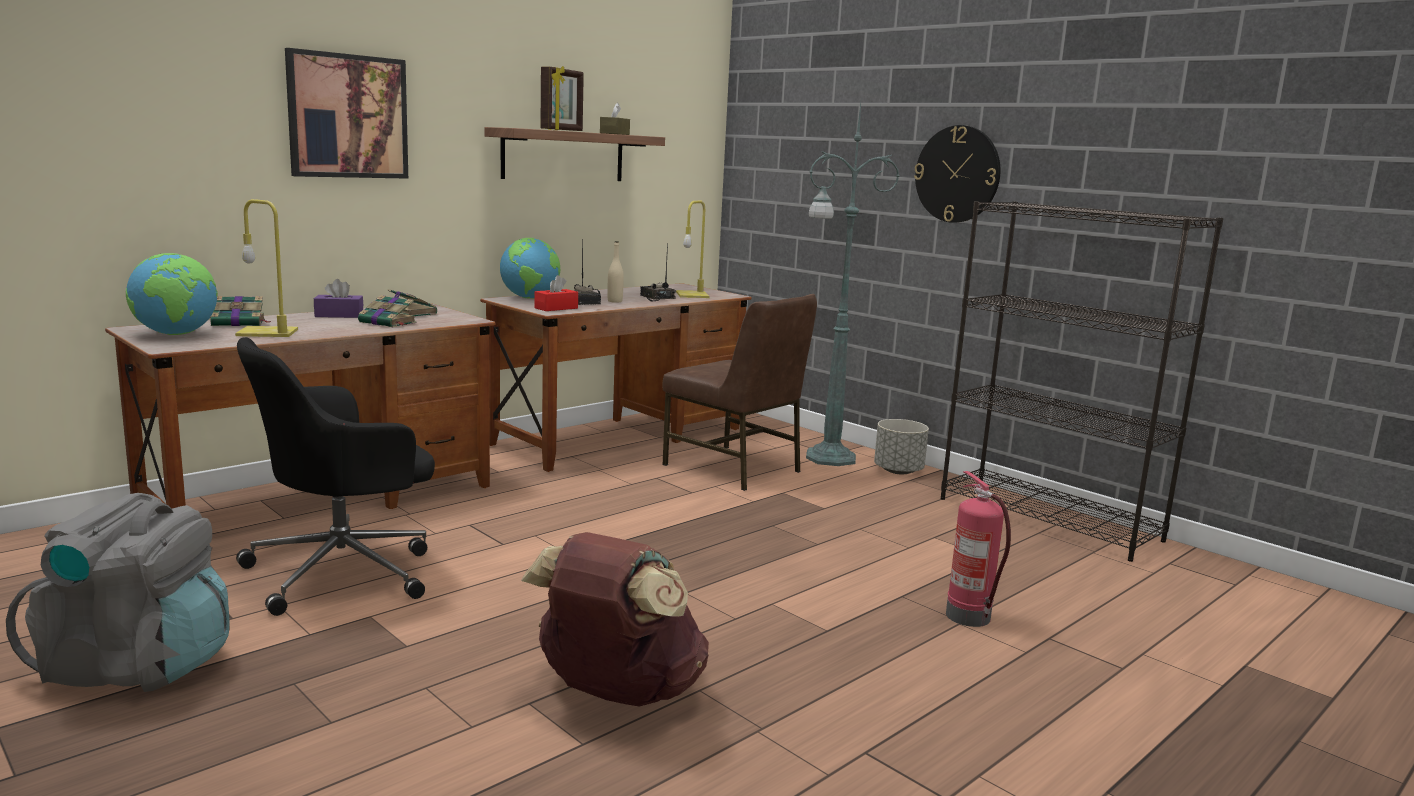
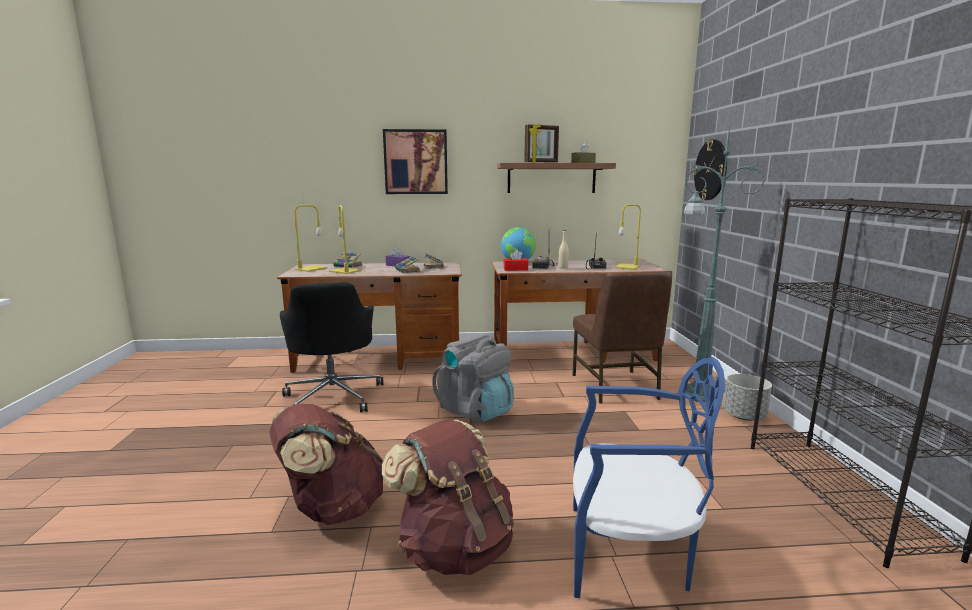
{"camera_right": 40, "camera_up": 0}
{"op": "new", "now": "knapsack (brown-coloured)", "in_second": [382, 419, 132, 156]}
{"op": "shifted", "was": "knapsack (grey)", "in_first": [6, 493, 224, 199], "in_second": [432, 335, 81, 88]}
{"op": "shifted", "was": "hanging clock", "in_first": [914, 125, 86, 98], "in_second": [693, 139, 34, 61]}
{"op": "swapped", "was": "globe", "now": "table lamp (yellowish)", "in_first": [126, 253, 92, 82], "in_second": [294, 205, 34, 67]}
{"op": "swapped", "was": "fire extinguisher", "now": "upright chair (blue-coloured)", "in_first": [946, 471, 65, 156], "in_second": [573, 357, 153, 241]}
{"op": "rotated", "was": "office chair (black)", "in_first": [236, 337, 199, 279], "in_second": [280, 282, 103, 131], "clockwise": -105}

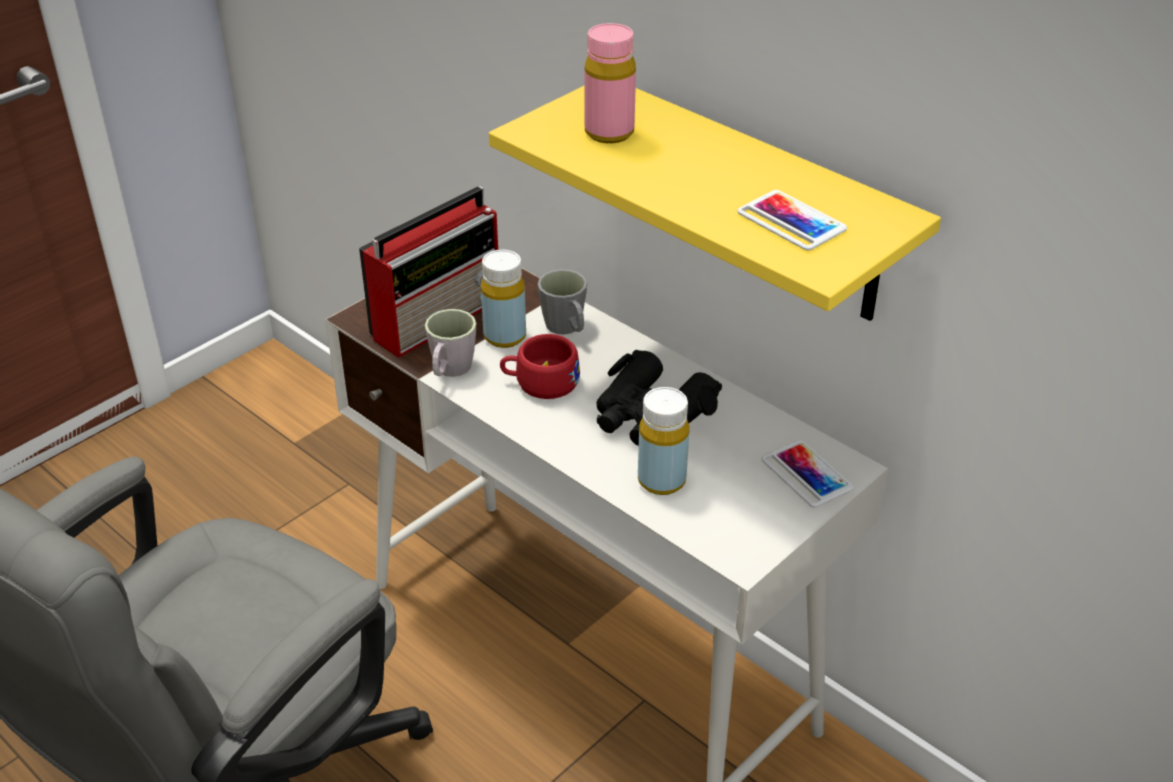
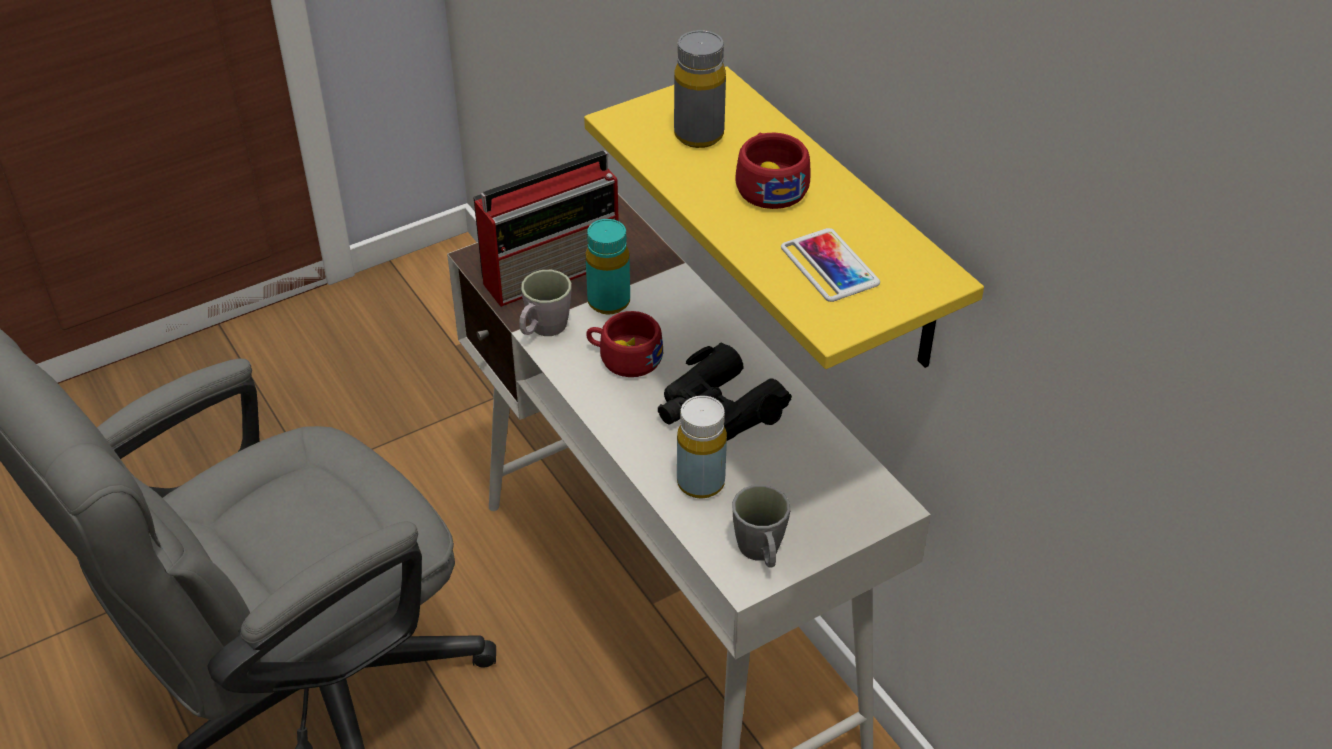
{"camera_right": 15, "camera_up": 5}
{"op": "gone", "was": "telephone", "in_first": [762, 440, 92, 67]}
{"op": "new", "now": "small cup (red-coloured)", "in_second": [735, 133, 76, 76]}
{"op": "shifted", "was": "tea mug (grey)", "in_first": [538, 269, 49, 66], "in_second": [732, 485, 58, 83]}
{"op": "repainted", "was": "drink bottle (yellowish)", "now": "drink bottle (blue-green)", "in_first": [481, 250, 45, 98], "in_second": [586, 219, 44, 96]}
{"op": "repainted", "was": "drink bottle (pink)", "now": "drink bottle (grey)", "in_first": [585, 23, 51, 120], "in_second": [674, 30, 52, 118]}

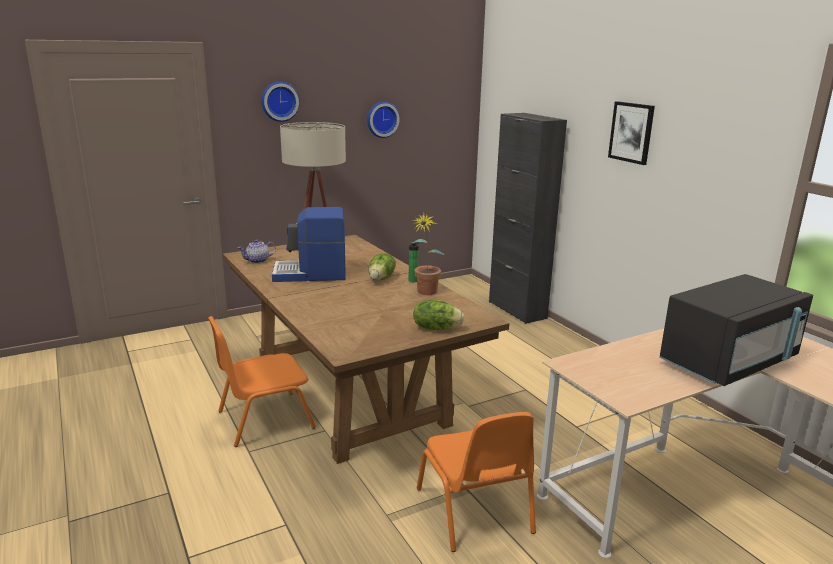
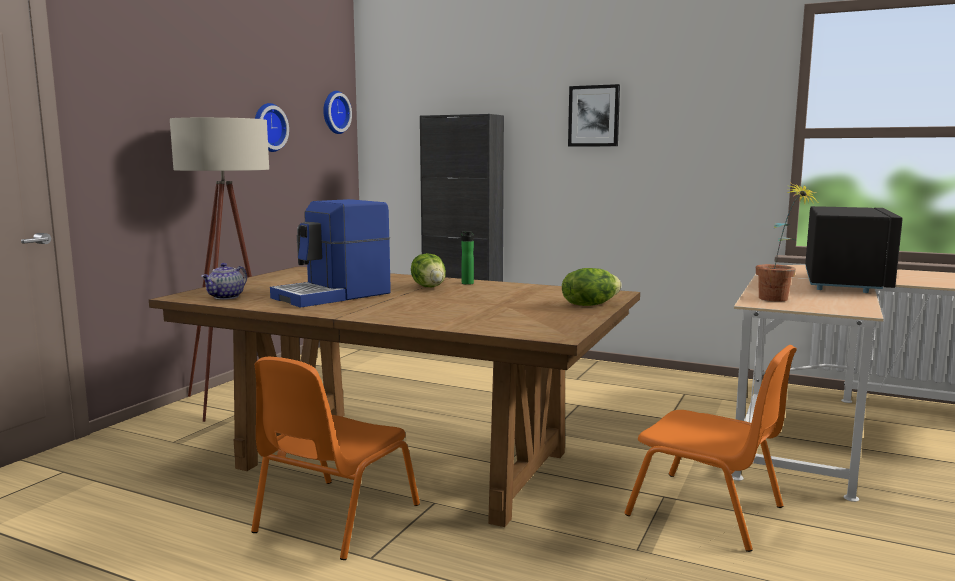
{"camera_right": -35, "camera_up": -10}
{"op": "shifted", "was": "hanging clock", "in_first": [261, 81, 39, 41], "in_second": [323, 91, 29, 43]}
{"op": "shifted", "was": "houseplant", "in_first": [411, 213, 33, 82], "in_second": [756, 182, 61, 119]}

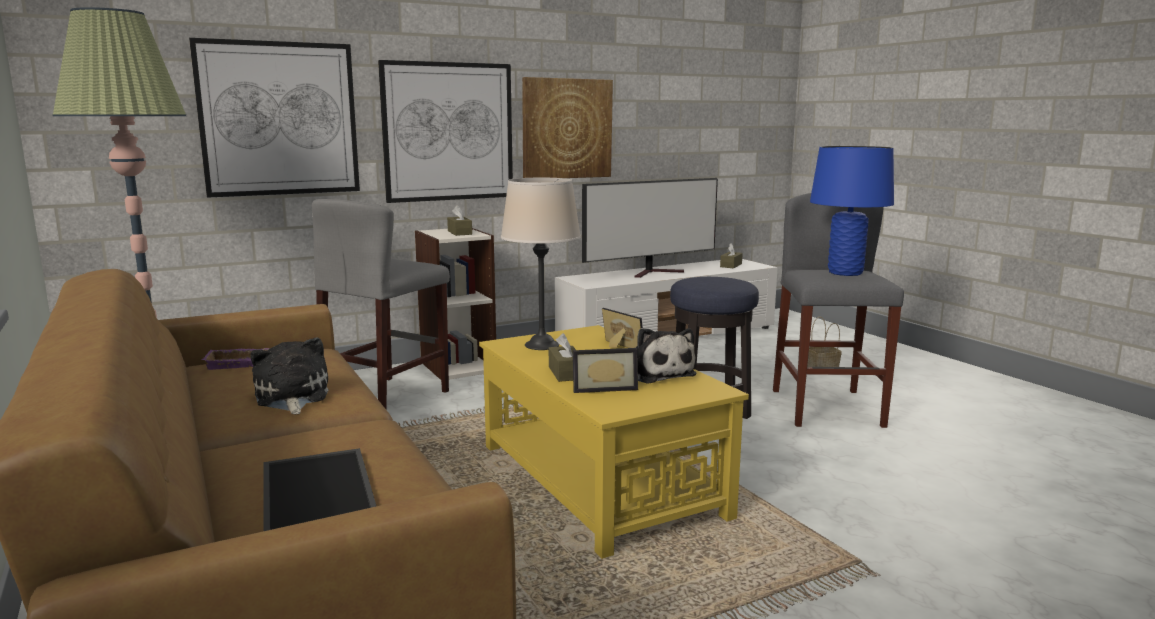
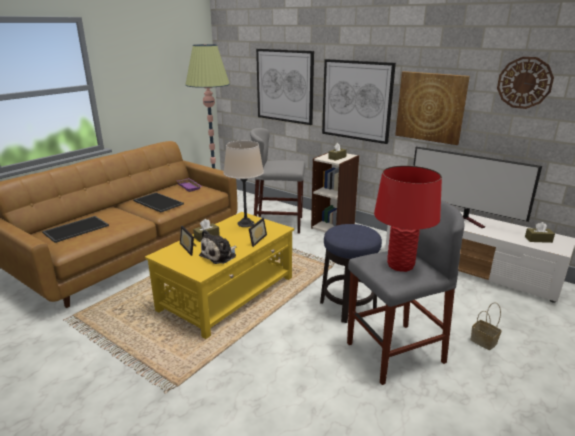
{"camera_right": 65, "camera_up": 10}
{"op": "new", "now": "hanging clock", "in_second": [497, 57, 57, 52]}
{"op": "swapped", "was": "plush toy", "now": "carrying tray", "in_first": [250, 337, 79, 77], "in_second": [133, 193, 51, 20]}
{"op": "repainted", "was": "table lamp (blue-coloured)", "now": "table lamp (red-coloured)", "in_first": [810, 146, 84, 130], "in_second": [374, 165, 68, 107]}

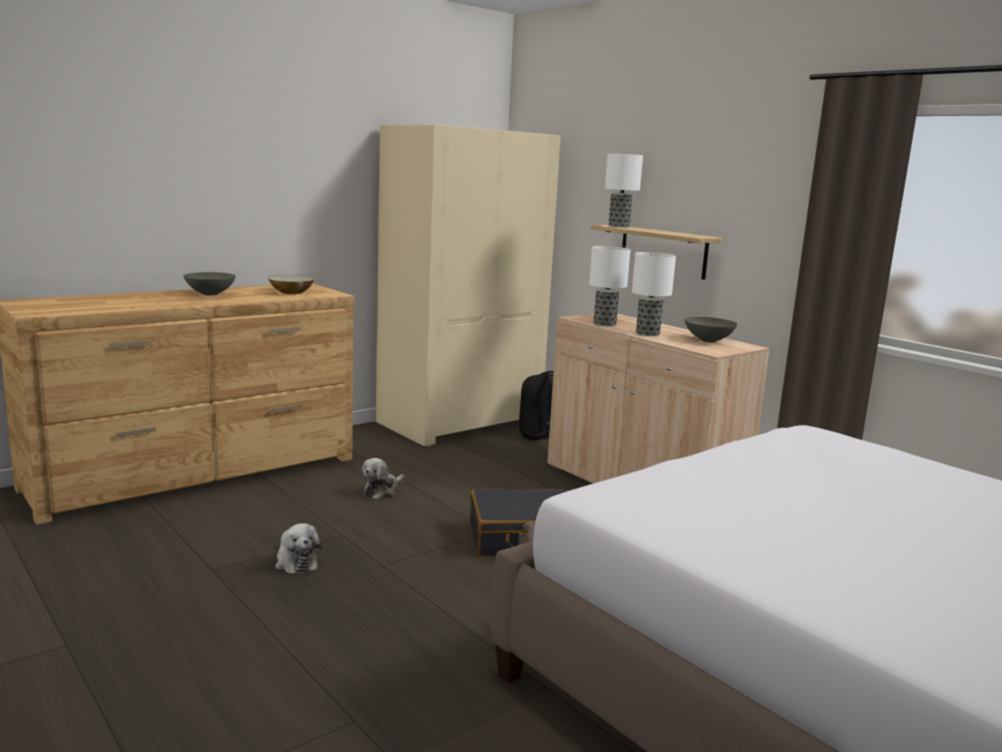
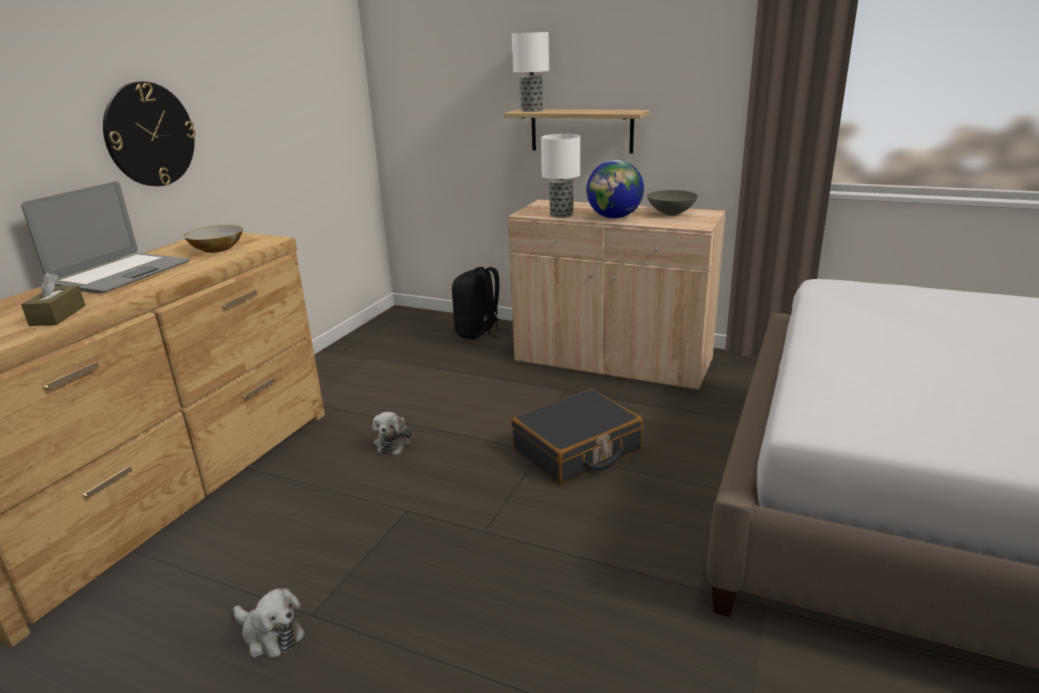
{"camera_right": -25, "camera_up": 10}
{"op": "gone", "was": "armoire (sand-coloured)", "in_first": [376, 125, 185, 322]}
{"op": "new", "now": "tissue holder (brown-coloured)", "in_second": [21, 273, 65, 53]}
{"op": "new", "now": "hanging clock", "in_second": [103, 82, 93, 104]}
{"op": "shifted", "was": "plush toy", "in_first": [276, 523, 46, 51], "in_second": [233, 588, 72, 69]}
{"op": "swapped", "was": "deep dish (grey)", "now": "laptop", "in_first": [183, 272, 53, 23], "in_second": [21, 182, 169, 111]}
{"op": "swapped", "was": "table lamp", "now": "globe", "in_first": [632, 252, 44, 84], "in_second": [586, 160, 58, 59]}

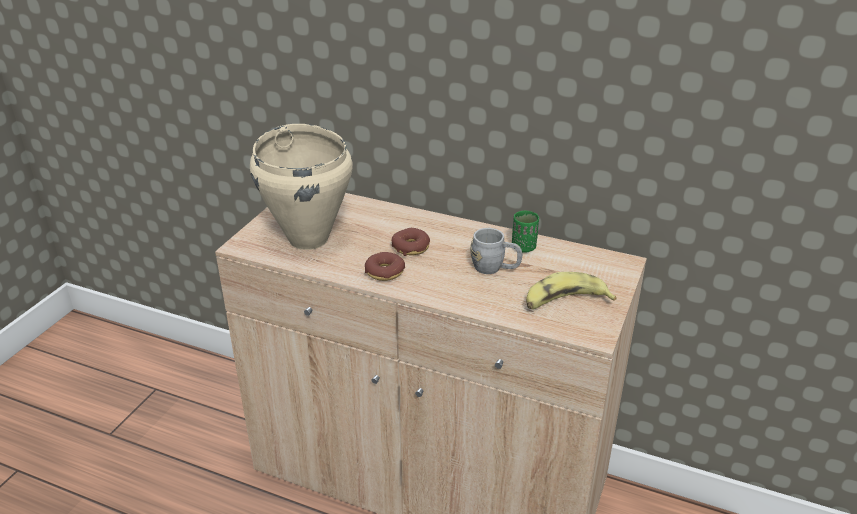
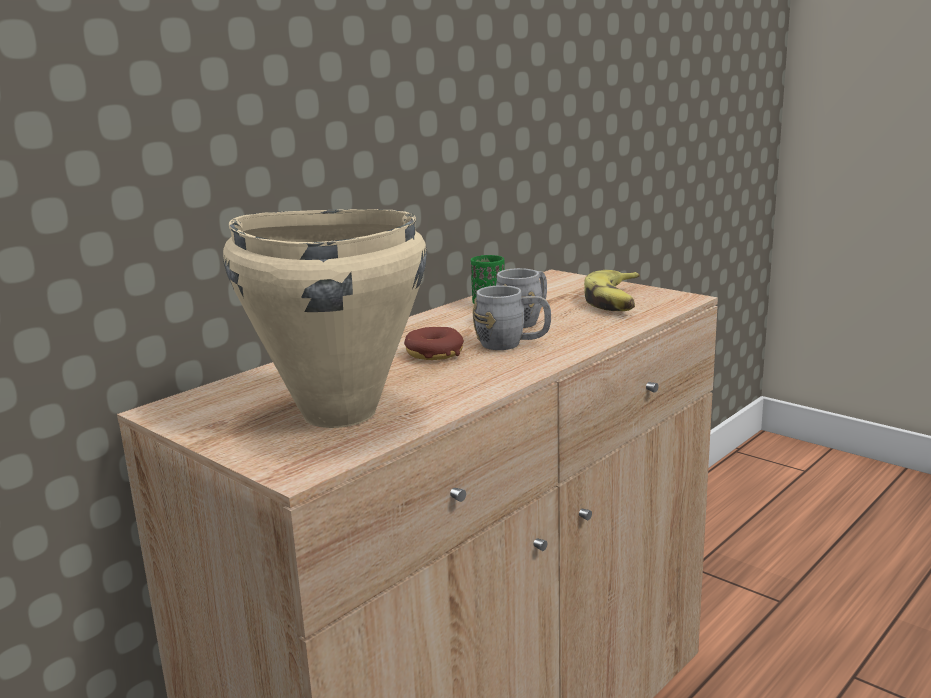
{"camera_right": -70, "camera_up": -15}
{"op": "gone", "was": "doughnut", "in_first": [365, 252, 40, 29]}
{"op": "new", "now": "tea mug (grey)", "in_second": [473, 285, 78, 65]}

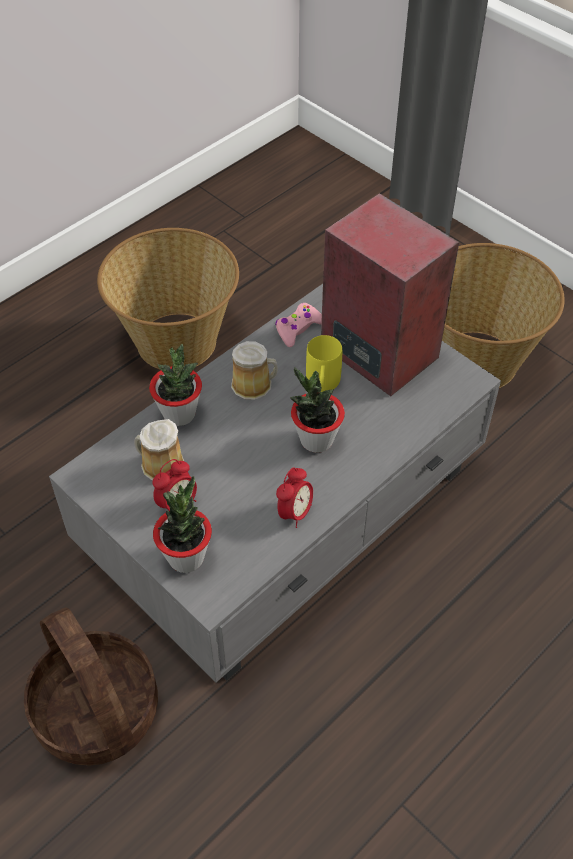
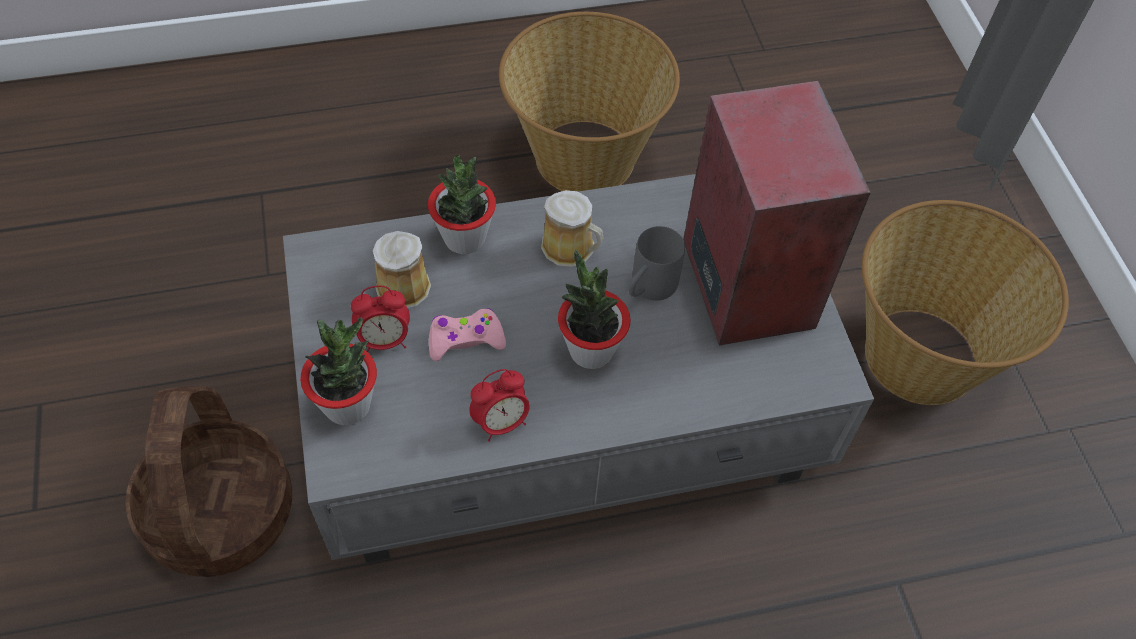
{"camera_right": 30, "camera_up": 5}
{"op": "shifted", "was": "game controller (pink)", "in_first": [275, 303, 47, 44], "in_second": [429, 308, 77, 53]}
{"op": "repainted", "was": "tea mug (yellowish)", "now": "tea mug (grey)", "in_first": [306, 335, 36, 57], "in_second": [629, 226, 56, 75]}

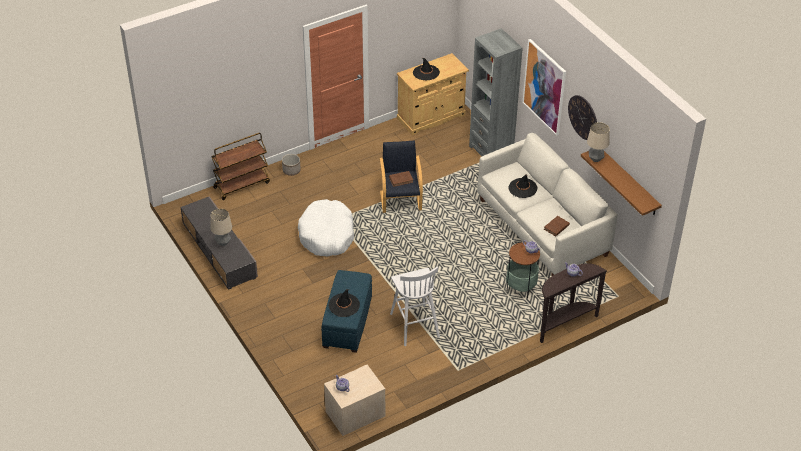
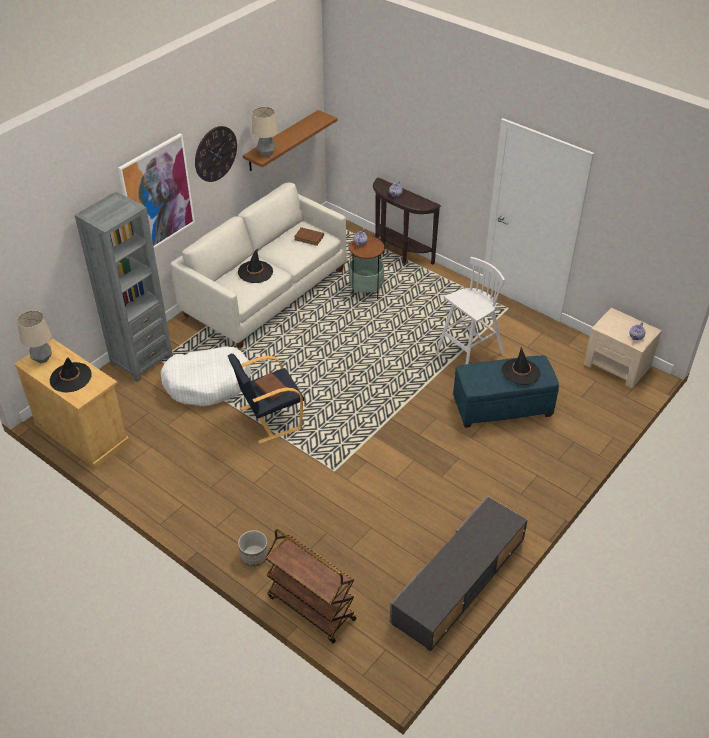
{"camera_right": -110, "camera_up": 0}
{"op": "shifted", "was": "table lamp", "in_first": [210, 209, 22, 37], "in_second": [17, 310, 35, 53]}
{"op": "shifted", "was": "dog bed (white-coloured)", "in_first": [298, 199, 56, 57], "in_second": [160, 346, 91, 61]}

